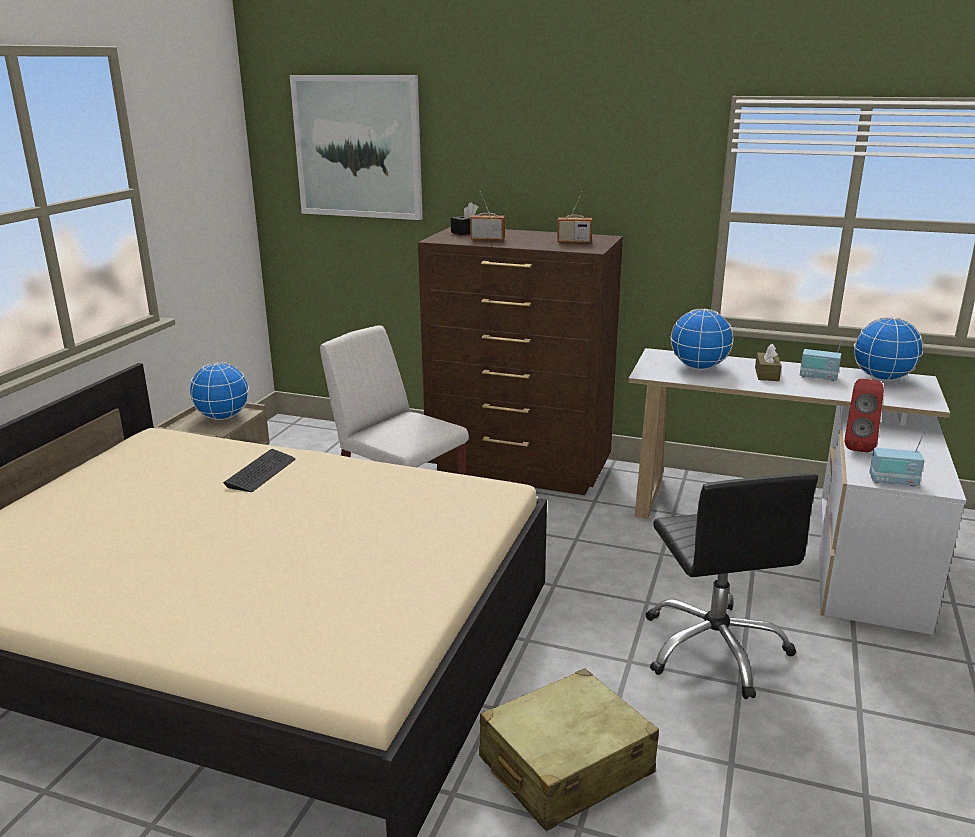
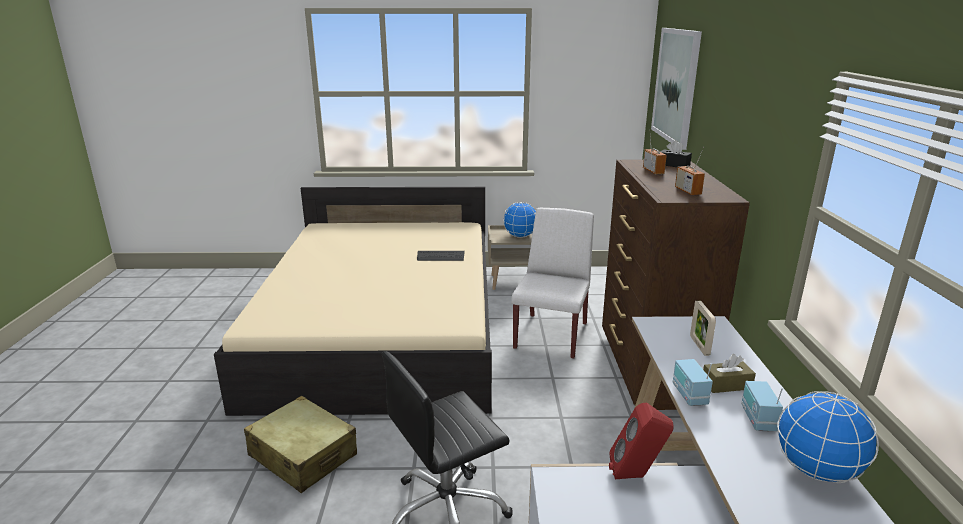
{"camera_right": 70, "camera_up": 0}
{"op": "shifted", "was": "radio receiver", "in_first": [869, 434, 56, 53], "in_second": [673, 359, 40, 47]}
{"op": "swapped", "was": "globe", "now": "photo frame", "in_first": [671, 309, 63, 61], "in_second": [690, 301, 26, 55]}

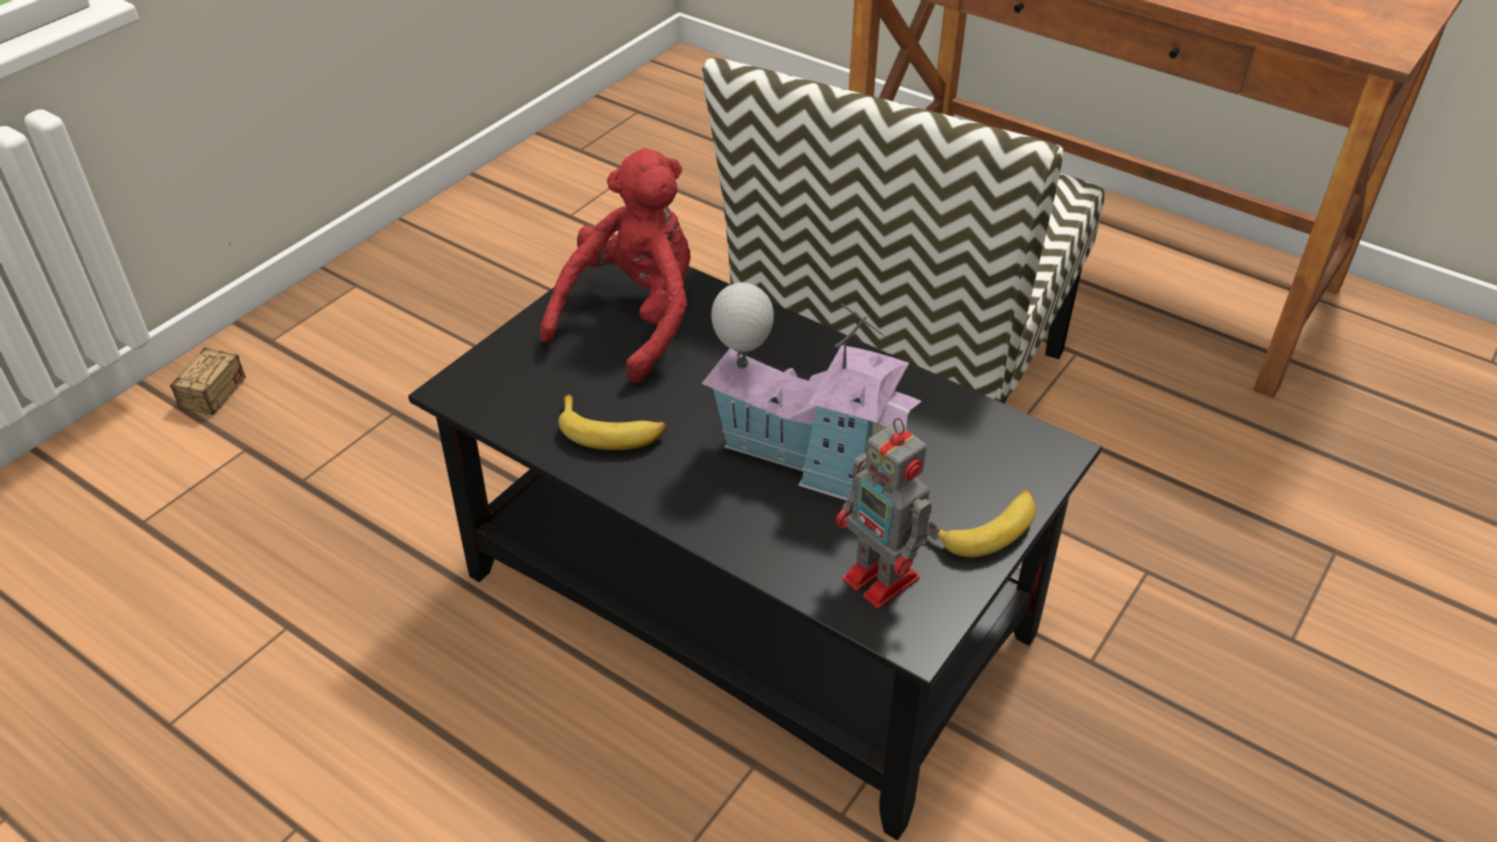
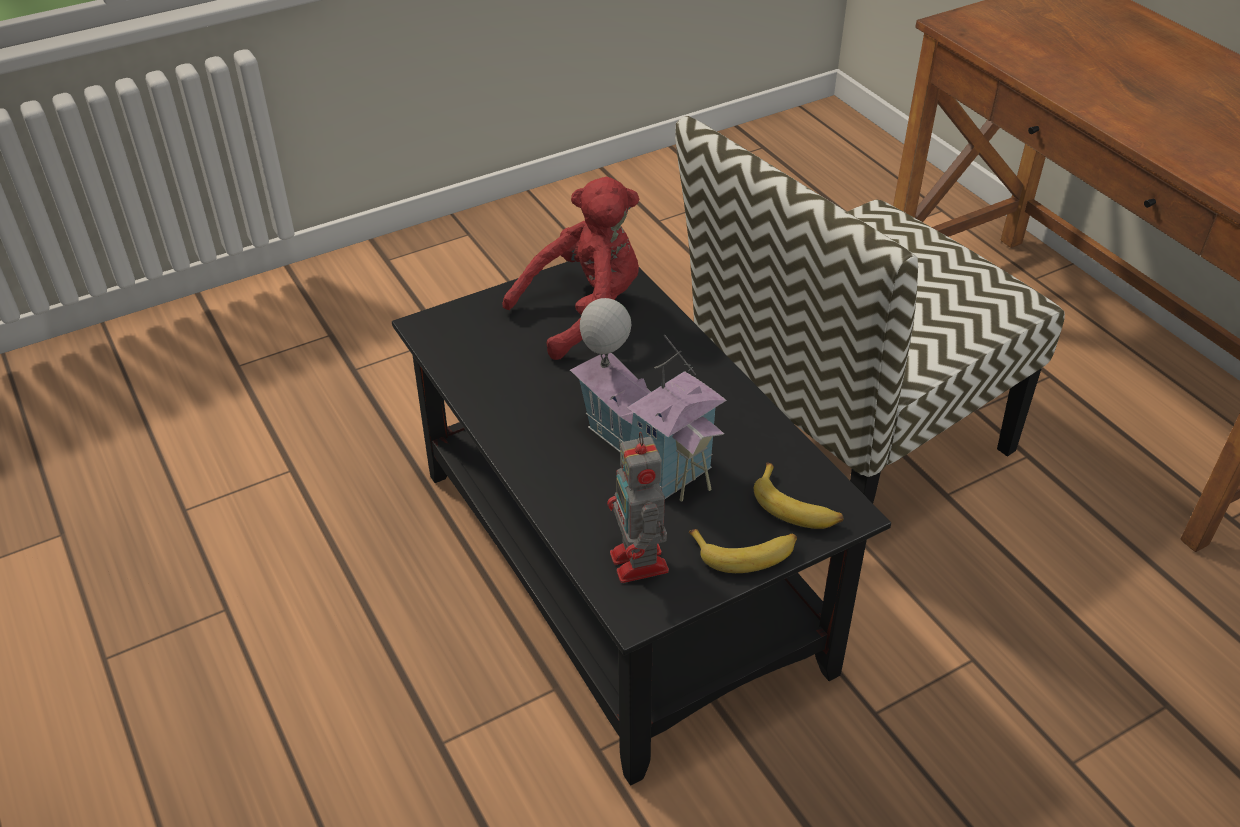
{"camera_right": 25, "camera_up": 0}
{"op": "gone", "was": "storage bin", "in_first": [170, 243, 76, 172]}
{"op": "shifted", "was": "banana", "in_first": [558, 394, 109, 56], "in_second": [754, 463, 89, 66]}

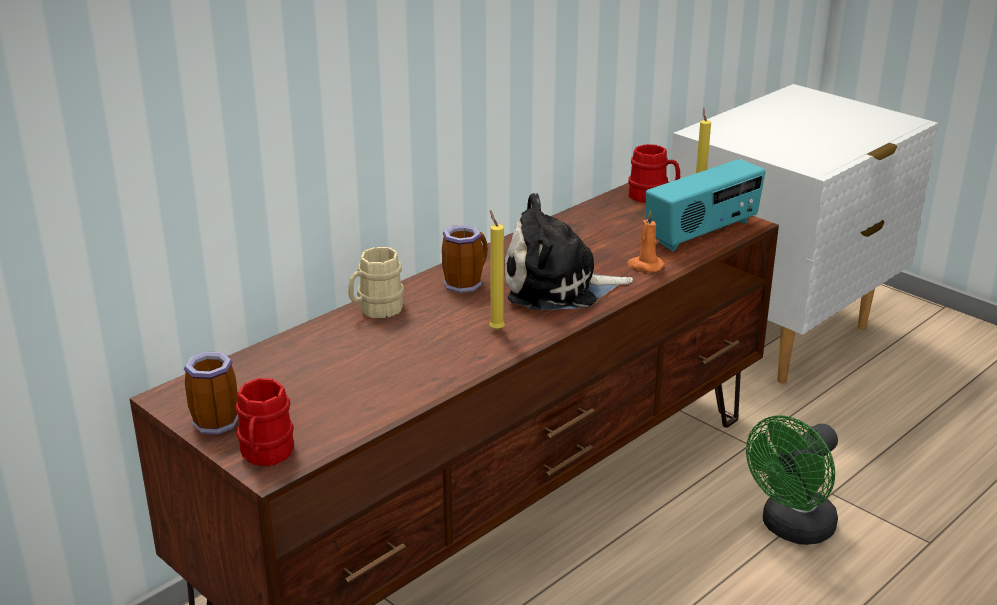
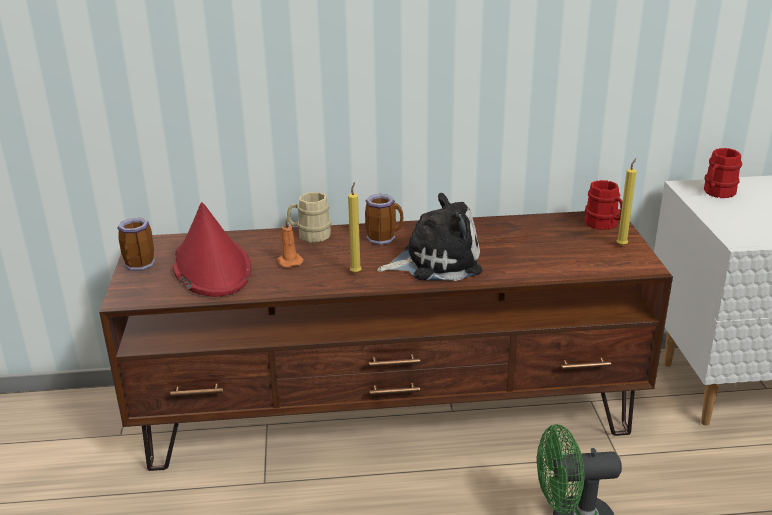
{"camera_right": 40, "camera_up": 0}
{"op": "gone", "was": "radio receiver", "in_first": [646, 159, 119, 92]}
{"op": "new", "now": "hat (red-coloured)", "in_second": [173, 202, 78, 95]}
{"op": "shifted", "was": "tea mug (red-coloured)", "in_first": [235, 378, 59, 88], "in_second": [704, 148, 38, 50]}
{"op": "shifted", "was": "wax light (orange)", "in_first": [627, 210, 38, 62], "in_second": [277, 217, 27, 51]}
{"op": "rotated", "was": "plush toy", "in_first": [505, 193, 128, 117], "in_second": [377, 193, 105, 88], "clockwise": 135}

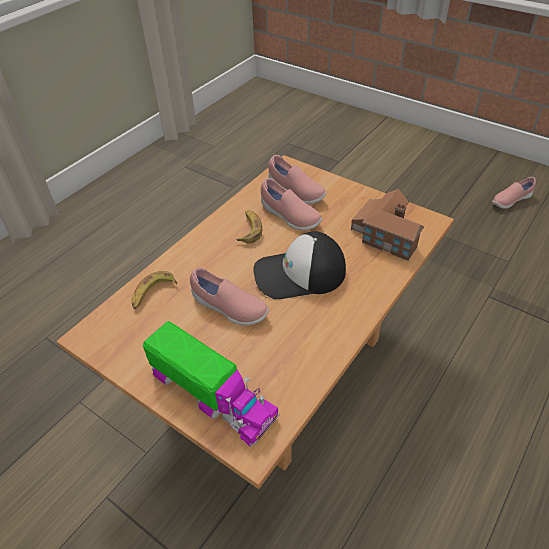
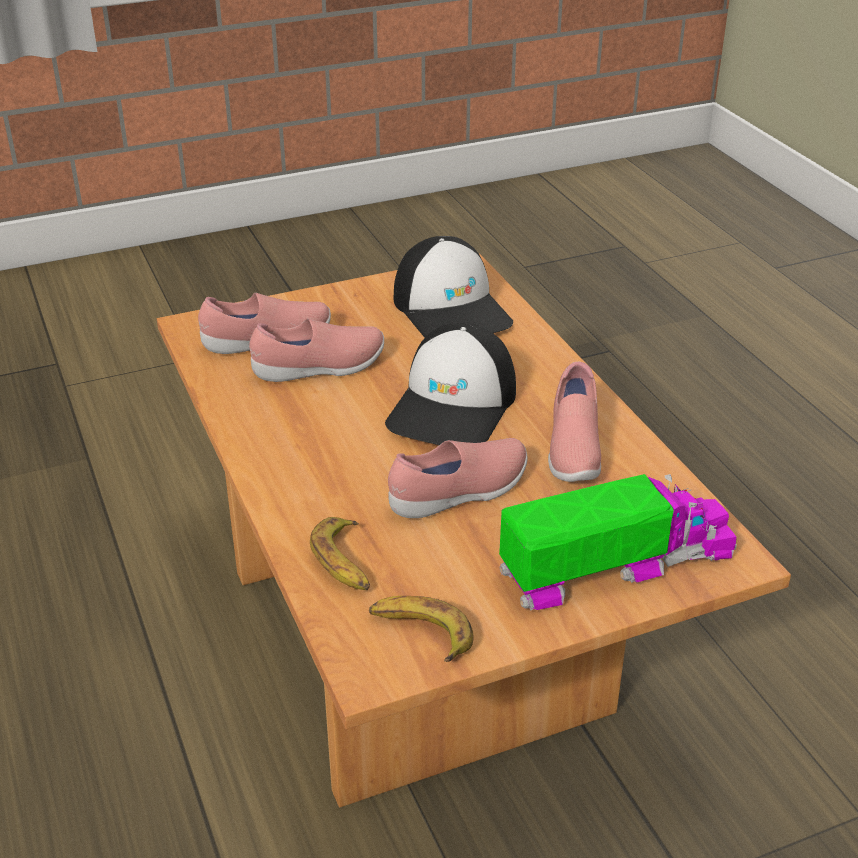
{"camera_right": -60, "camera_up": -10}
{"op": "shifted", "was": "banana", "in_first": [236, 211, 26, 33], "in_second": [369, 596, 104, 66]}
{"op": "shifted", "was": "low shoe (pink)", "in_first": [492, 177, 44, 32], "in_second": [548, 362, 53, 120]}
{"op": "swapped", "was": "miniature house", "now": "baseball cap", "in_first": [351, 189, 73, 72], "in_second": [394, 236, 119, 101]}

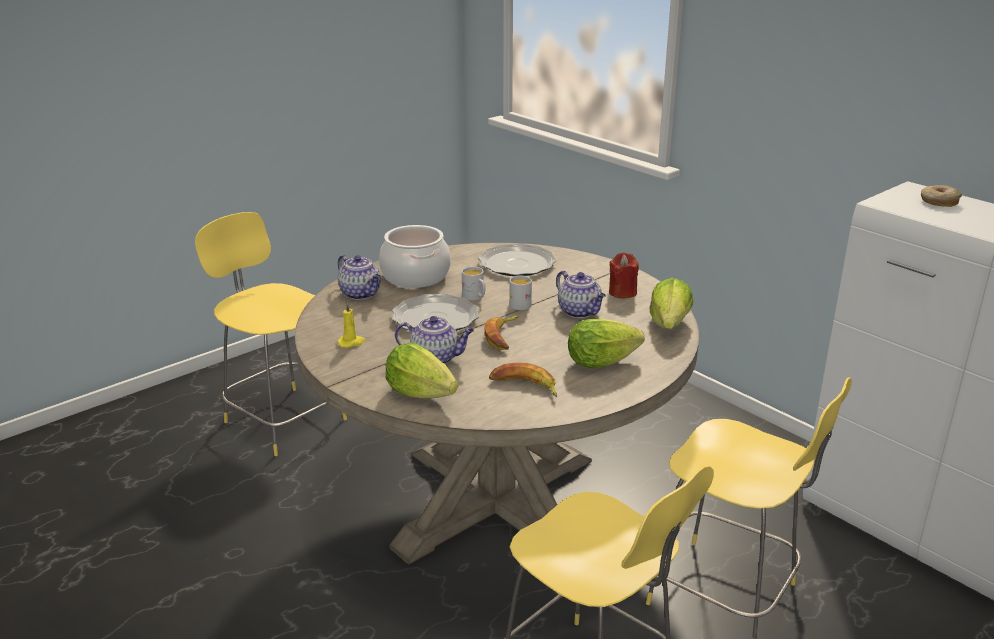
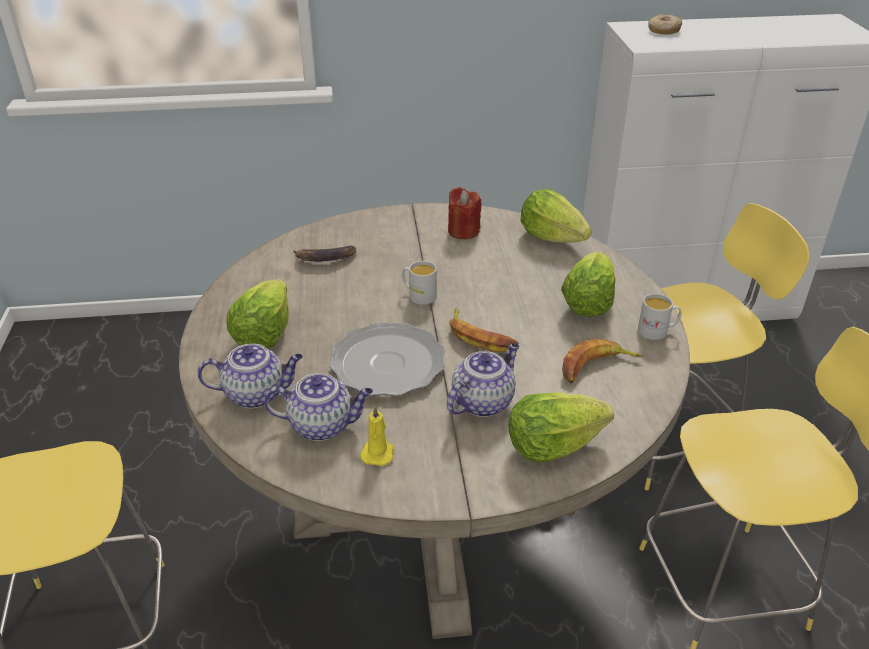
{"camera_right": -55, "camera_up": 10}
{"op": "shifted", "was": "tea mug (white-coloured)", "in_first": [462, 267, 24, 34], "in_second": [638, 294, 44, 46]}
{"op": "shifted", "was": "teapot", "in_first": [556, 270, 50, 48], "in_second": [264, 373, 109, 68]}
{"op": "swapped", "was": "saucepot", "now": "head of lettuce", "in_first": [379, 225, 72, 63], "in_second": [226, 279, 63, 69]}
{"op": "swapped", "was": "flat dish", "now": "banana", "in_first": [478, 243, 78, 33], "in_second": [293, 246, 63, 15]}

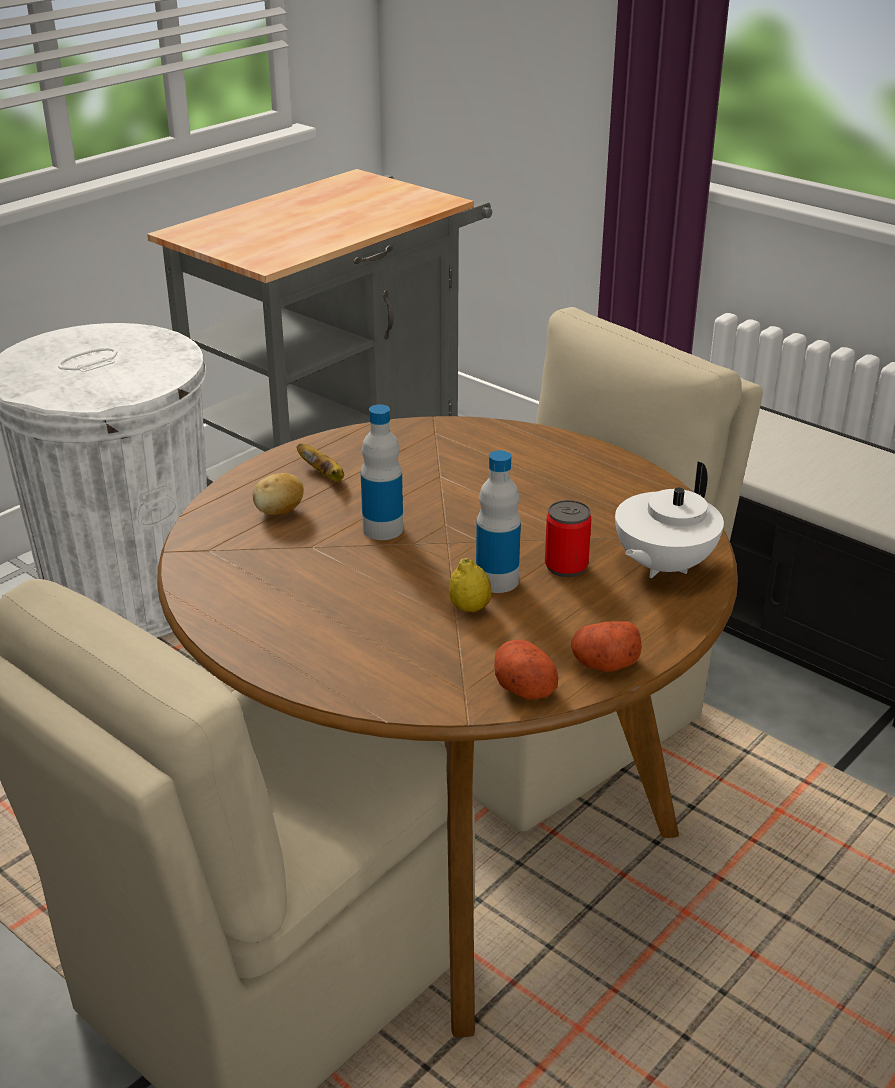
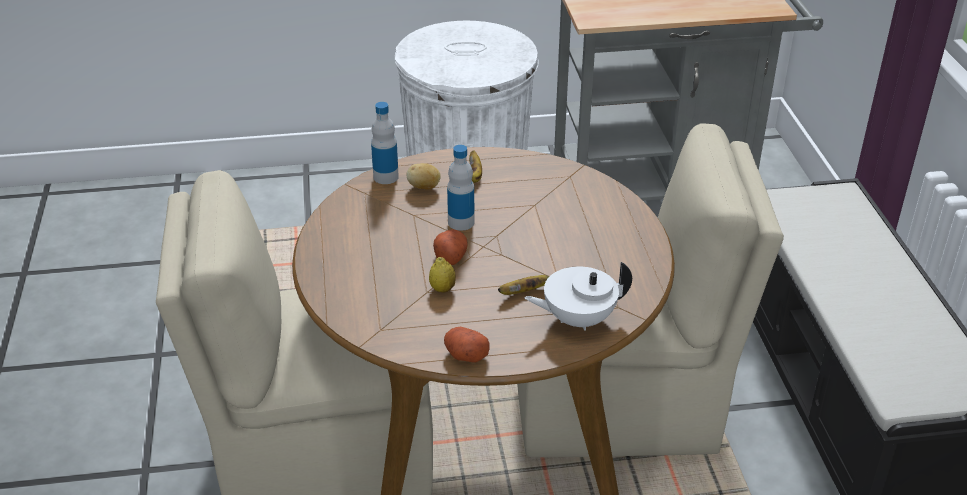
{"camera_right": 40, "camera_up": 5}
{"op": "shifted", "was": "drink bottle", "in_first": [476, 450, 45, 143], "in_second": [371, 102, 28, 82]}
{"op": "shifted", "was": "spud", "in_first": [494, 640, 64, 60], "in_second": [433, 229, 35, 36]}
{"op": "swapped", "was": "sealed can", "now": "banana", "in_first": [545, 500, 46, 77], "in_second": [498, 275, 52, 20]}

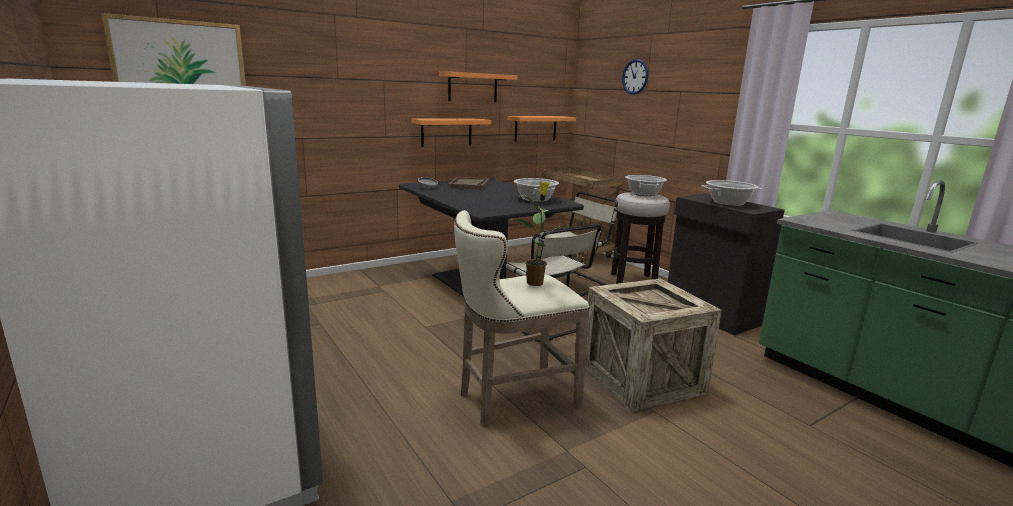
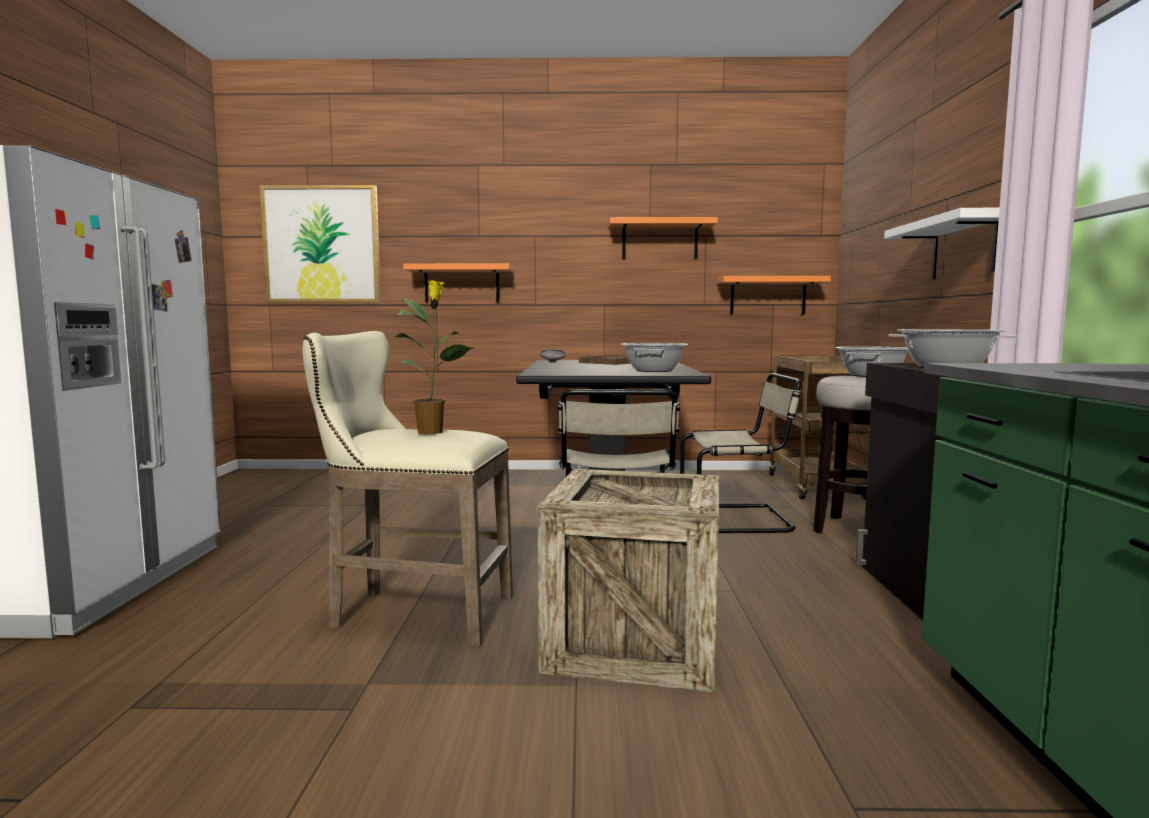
{"camera_right": 35, "camera_up": -10}
{"op": "gone", "was": "hanging clock", "in_first": [622, 59, 26, 36]}
{"op": "new", "now": "shelf (white-coloured)", "in_second": [884, 208, 115, 72]}
{"op": "shifted", "was": "shelf (orange)", "in_first": [411, 119, 80, 28], "in_second": [403, 263, 109, 39]}

